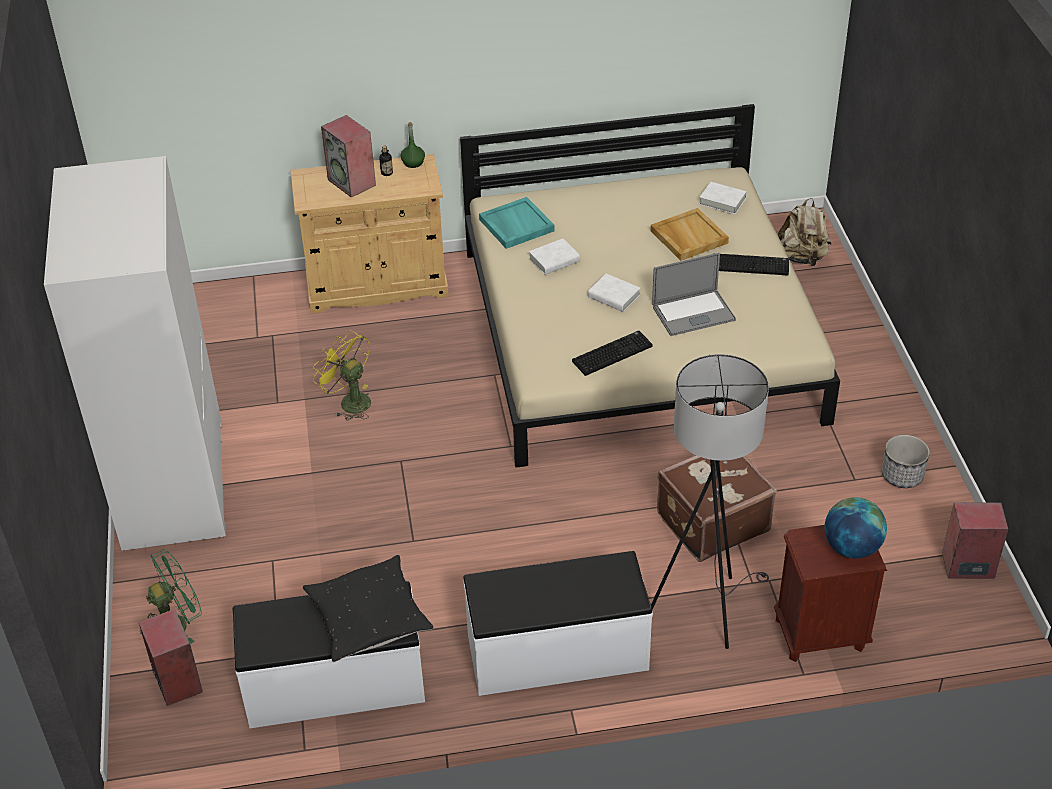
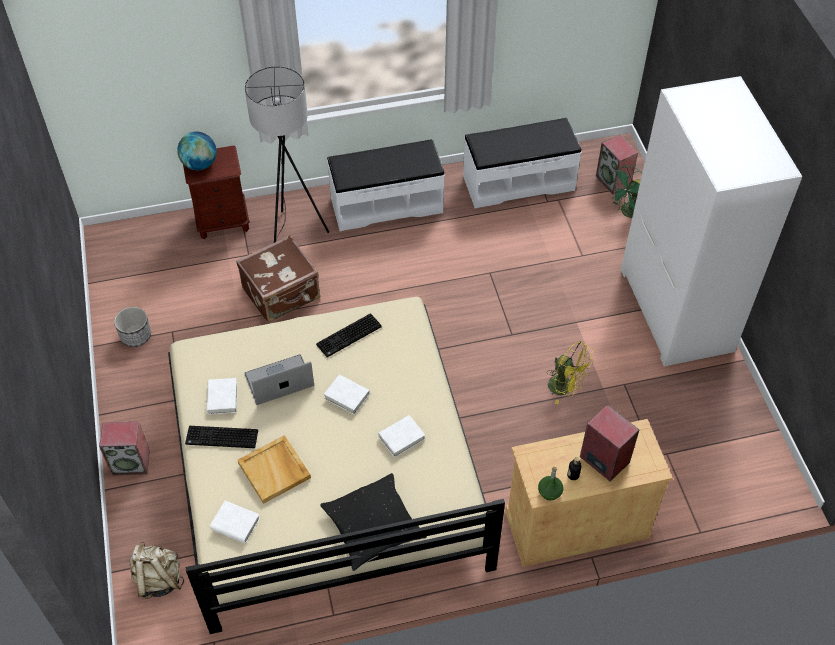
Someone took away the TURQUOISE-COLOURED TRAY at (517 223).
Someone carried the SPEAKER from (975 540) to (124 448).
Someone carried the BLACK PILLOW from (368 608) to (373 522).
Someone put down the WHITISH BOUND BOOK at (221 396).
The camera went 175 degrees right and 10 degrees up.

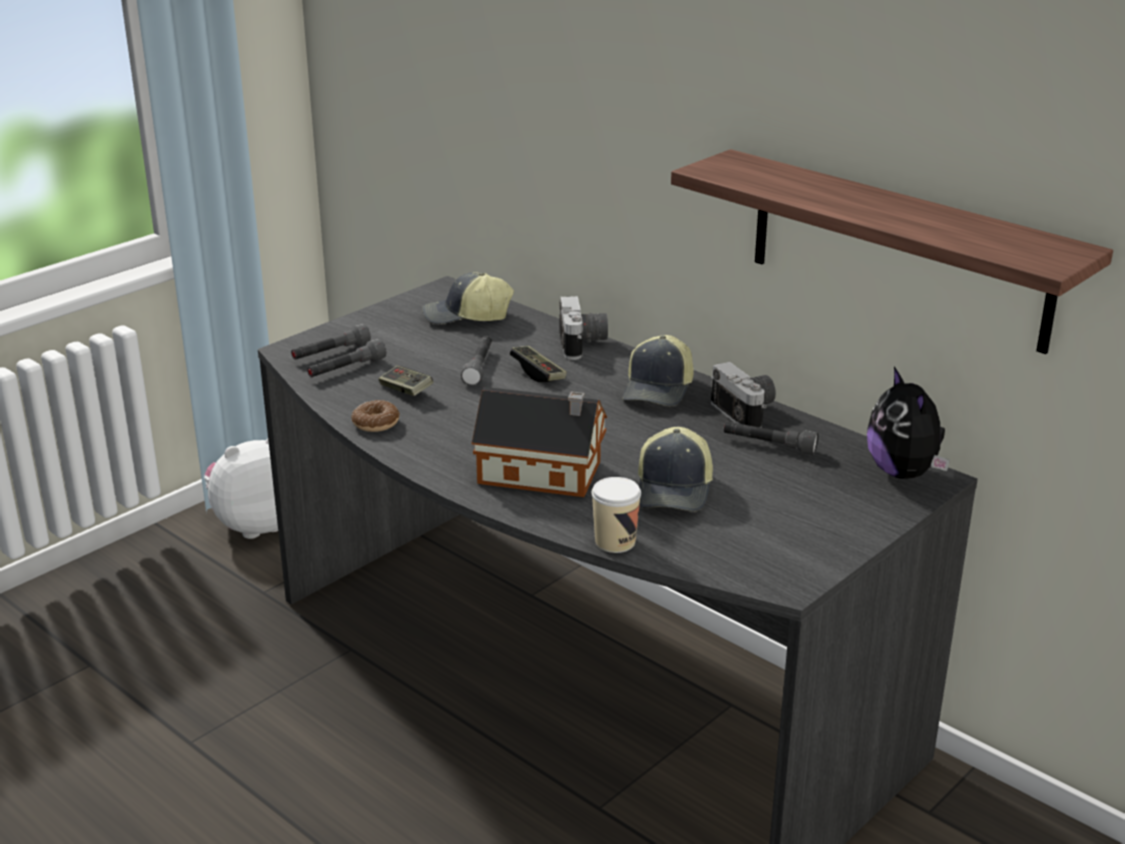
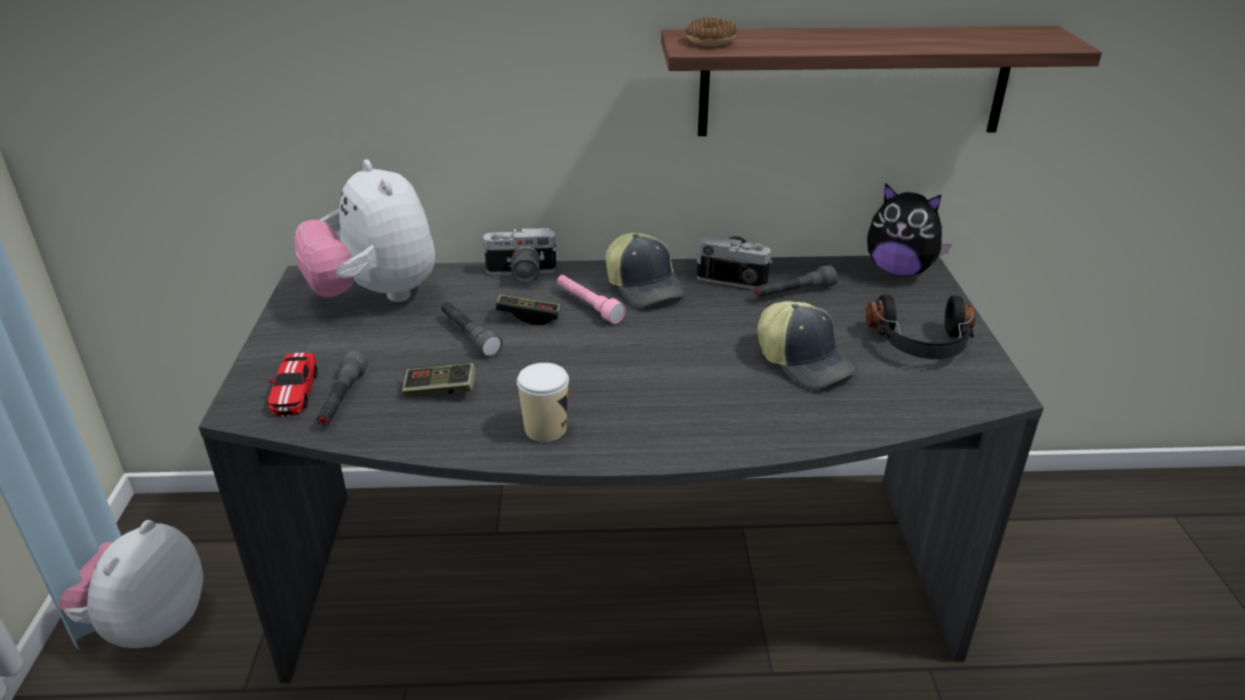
Someone swapped the BASEBALL CAP at (468 298) for the SOFT TOY at (365 230).
Someone rotated the STILL CAMERA at (583 328) by 135 degrees clockwise.
Someone swapped the GREYISH HAND TORCH at (331 342) for the MODEL CAR at (292 385).
Someone took away the MODEL HOUSE at (539 442).
Someone carried the DONUT from (375 416) to (711 32).
Someone carried the DRINKING CUP from (616 515) to (543 402).
Someone put down the PINK HAND TORCH at (591 299).
Someone put down the BLACK HEADSET at (920 327).
The camera went 45 degrees left and 5 degrees up.

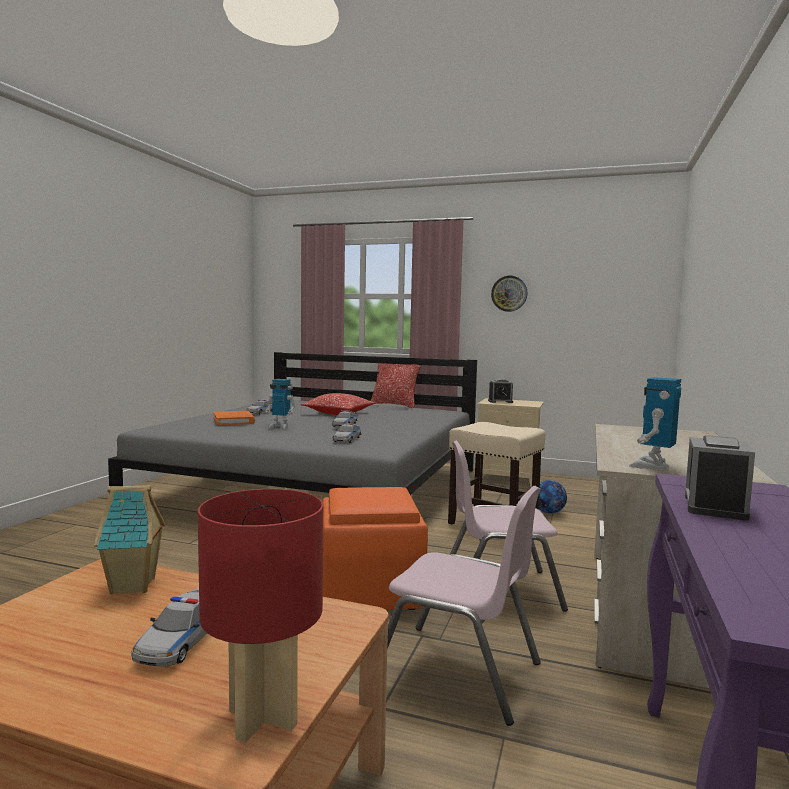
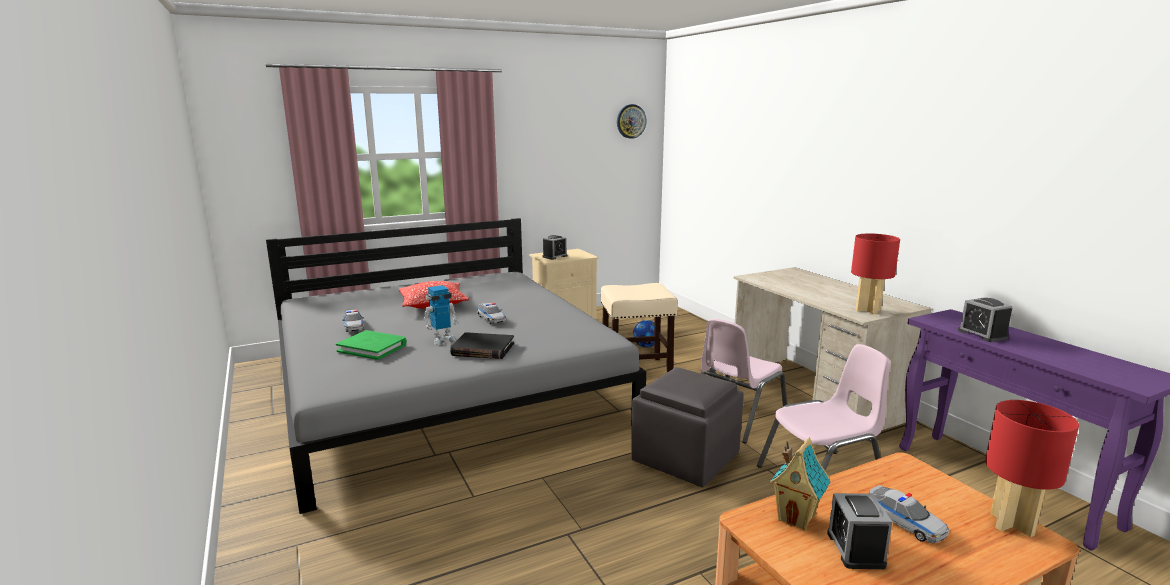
Someone carried the CLOCK ON THE WALL from (509 294) to (632 121).
Someone took away the PILLOW at (396 385).
Someone swapped the MODEL ROBOT at (655 423) for the RED-COLOURED LAMP FOR A TABLE at (875 273).
Someone repainted the ORANGE BOUND BOOK at (234 418), which became the GREENISH BOUND BOOK at (371 345).
Someone took away the MODEL CAR at (346 433).
Someone repainted the ORANGE OTTOMAN at (375 548), which became the GREYISH OTTOMAN at (688 427).
Someone put down the BLACK BOUND BOOK at (482 345).
Someone put down the BEDSIDE CLOCK at (859 531).
The camera went 45 degrees left and 10 degrees up.

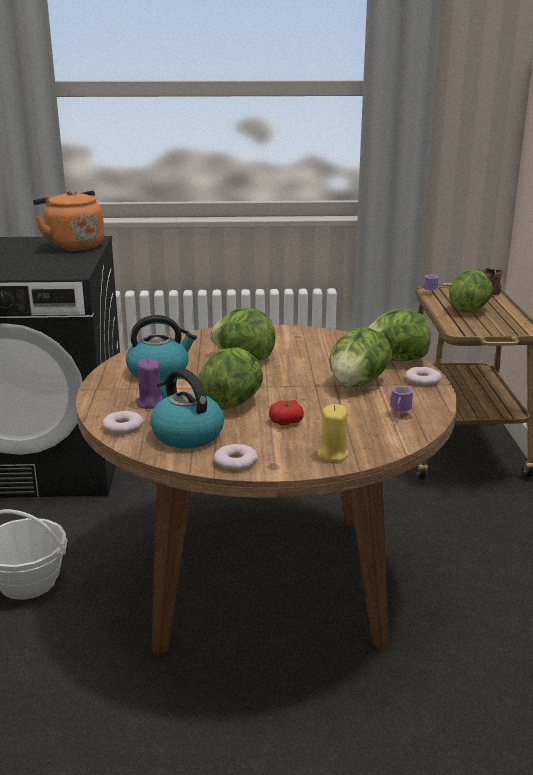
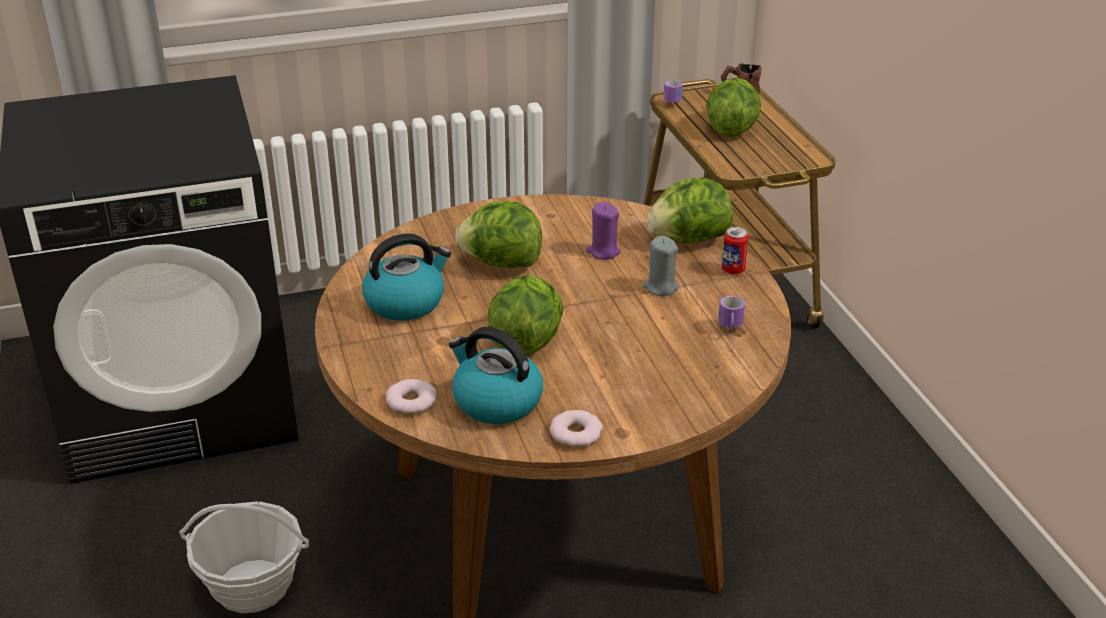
Someone took away the ORANGE TEA KETTLE at (68 220).
Someone swapped the HEAD OF LETTUCE at (361 357) for the GREYISH WAX CANDLE at (660 266).
Someone carried the PURPLISH WAX CANDLE from (149 383) to (603 231).
Someone swapped the DONUT at (423 376) for the SEALED CAN at (735 251).
Someone took away the TOMATO at (286 412).
Someone took away the YELLOW WAX CANDLE at (333 433).
The camera went 15 degrees left and 10 degrees up.

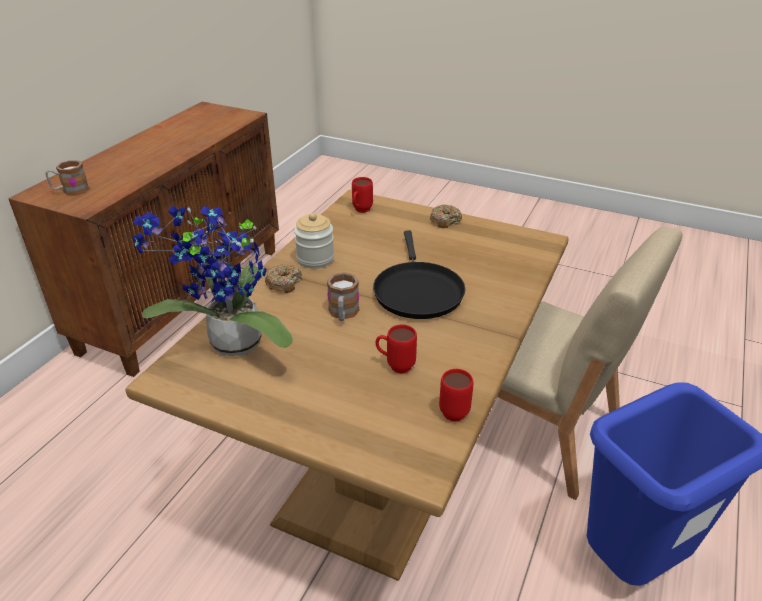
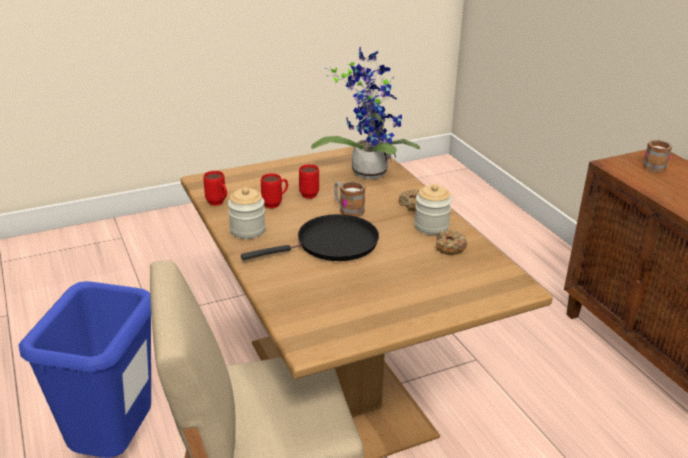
Someone carried the RED-COLOURED MUG from (362 195) to (309 181).
Someone carried the DONUT from (446 216) to (452 242).
Someone rotated the BLACK PAN at (419 275) by 120 degrees clockwise.
Someone put down the PRESERVE JAR at (247 213).
The camera went 130 degrees right and 5 degrees down.

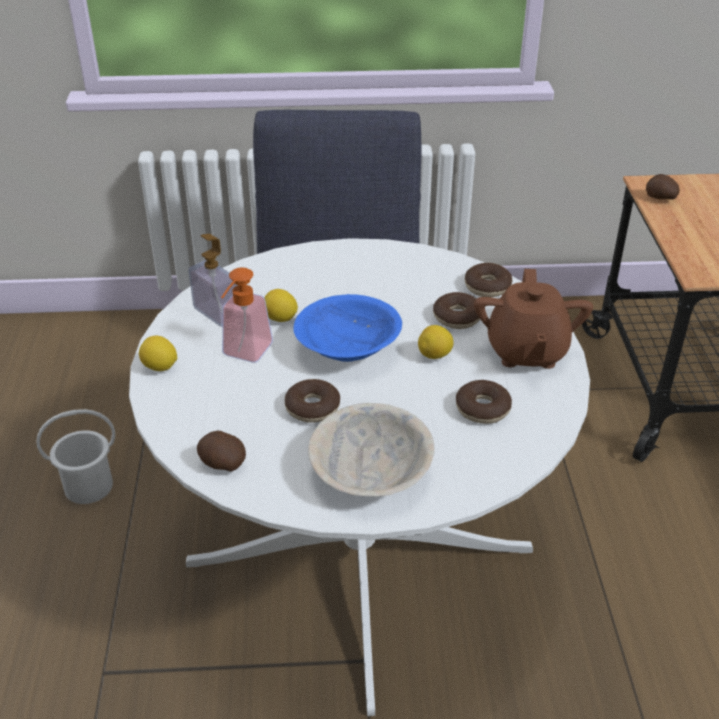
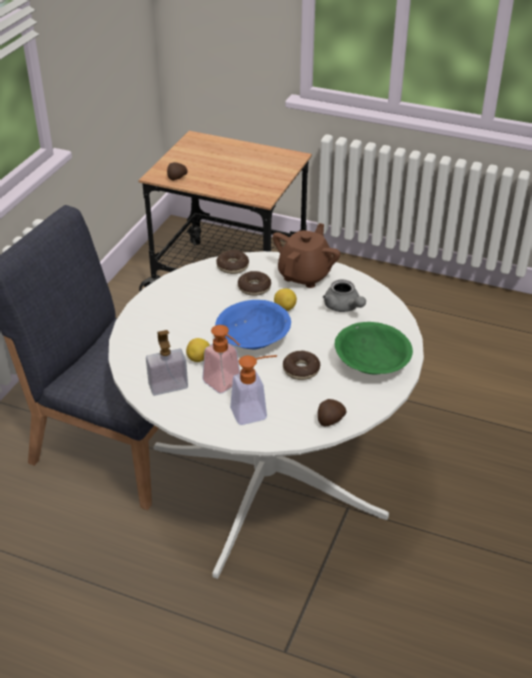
Someone rotated the BROWN TEA POT at (533 319) by 90 degrees counterclockwise.
Someone took away the CITRUS FRUIT at (158 353).
Someone swapped the DONUT at (484 402) for the GREYISH TEA POT at (344 296).
Someone repainted the BEIGE BOWL at (371 450), which became the GREENISH BOWL at (374 348).
Someone took away the WHITISH PAIL at (75 456).
Someone put down the SOAP DISPENSER at (253 390).
The camera went 65 degrees left and 0 degrees up.

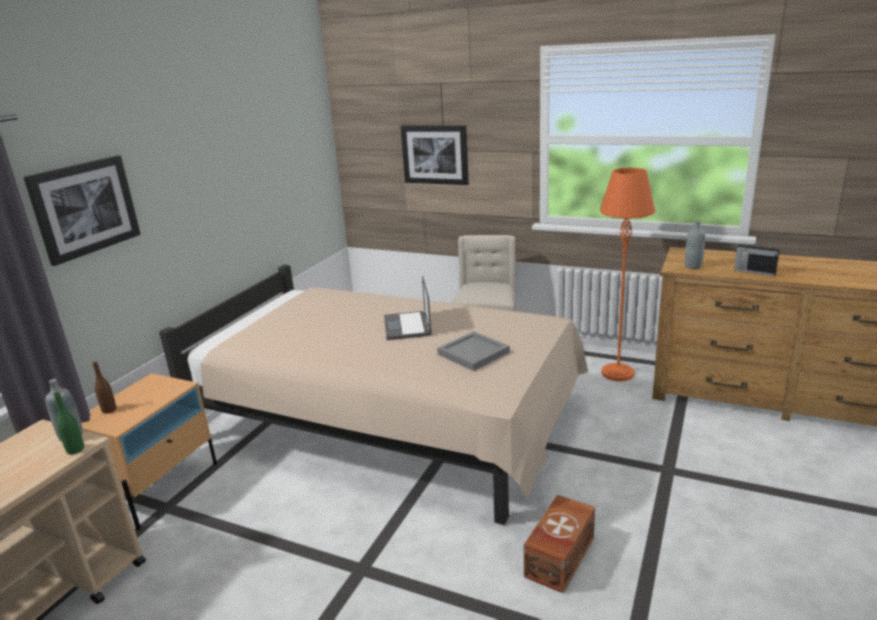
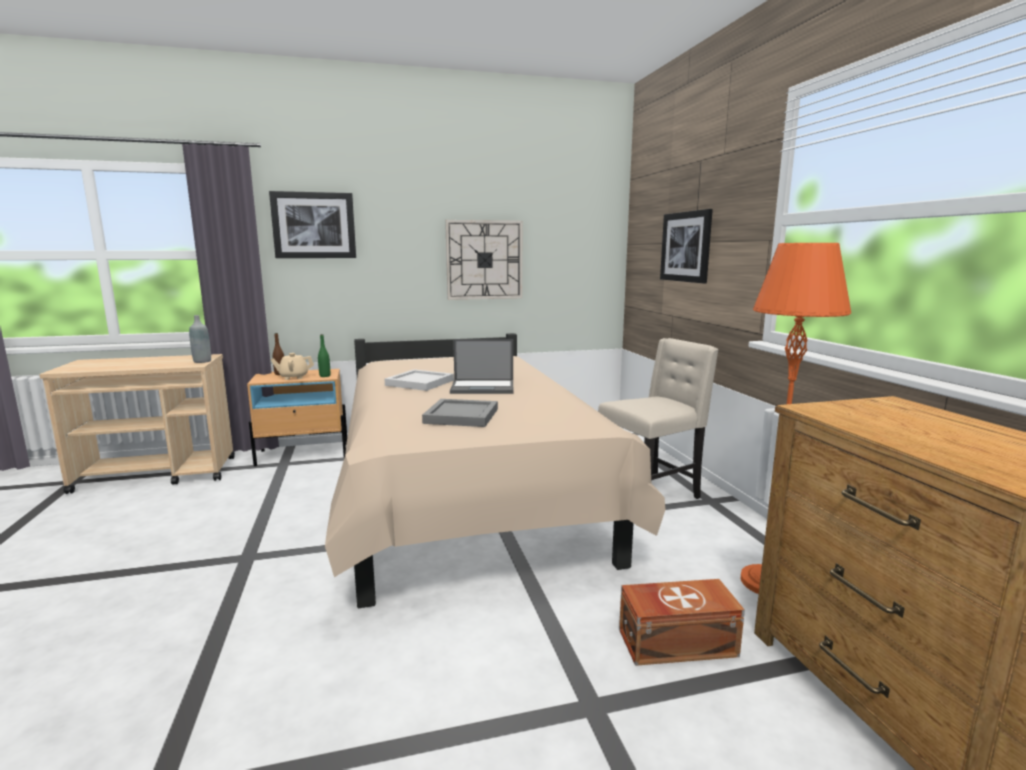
Someone took away the GREYISH BOTTLE at (695 244).
Someone took away the RADIO RECEIVER at (757 259).
Someone rotated the NOTEBOOK COMPUTER at (408 308) by 135 degrees counterclockwise.
Someone carried the GREENISH BOTTLE from (69 422) to (324 355).
Someone carried the BROWN STORAGE CONTAINER from (559 544) to (682 622).
Someone put up the CLOCK ON THE WALL at (483 260).
Someone put down the BEIGE TEA POT at (292 366).
Someone put down the WHITISH TRAY at (419 380).
The camera went 50 degrees right and 10 degrees down.

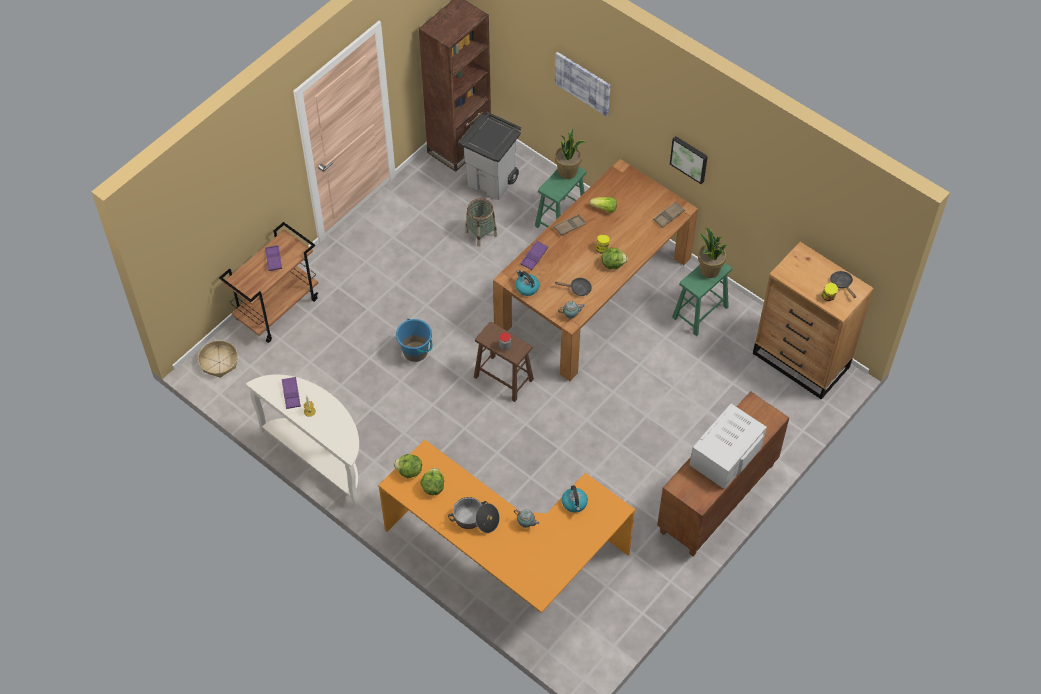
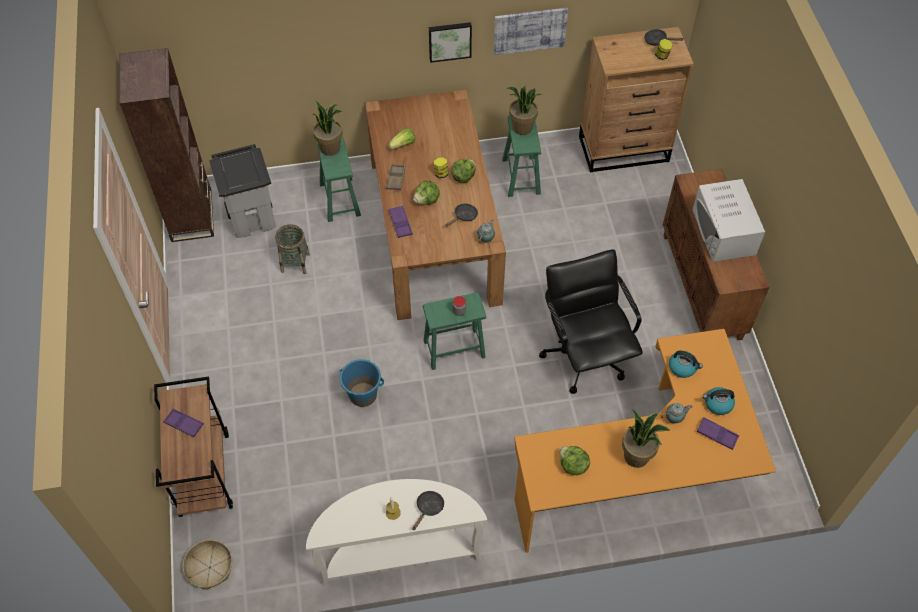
Someone carried the WALL PICTURE from (582 84) to (531 31).
Someone took away the BROWN TRAY at (669 215).
Someone carried the TEA KETTLE from (527 283) to (719 401).
Someone repainted the BROWN STOOL SEAT at (504 362), which became the GREENISH STOOL SEAT at (454 331).
Someone carried the PURPLISH TRAY from (291 393) to (718 433).
Someone carried the HEAD OF LETTUCE from (408 466) to (426 193).
Someone swapped the COOKING POT at (474 515) for the POTTED PLANT at (646 438).
Someone put down the BLACK COMPUTER CHAIR at (591 321).
Someone put down the BLACK PAN at (428 510).
The camera went 50 degrees left and 0 degrees up.

